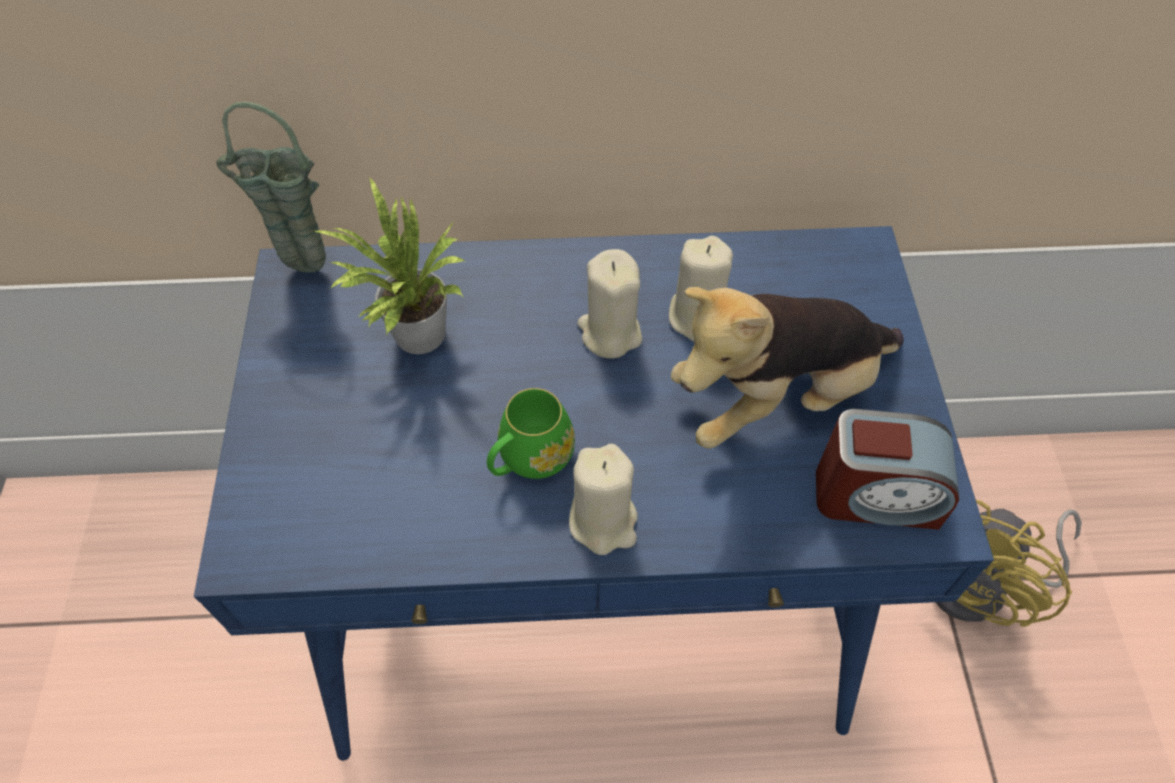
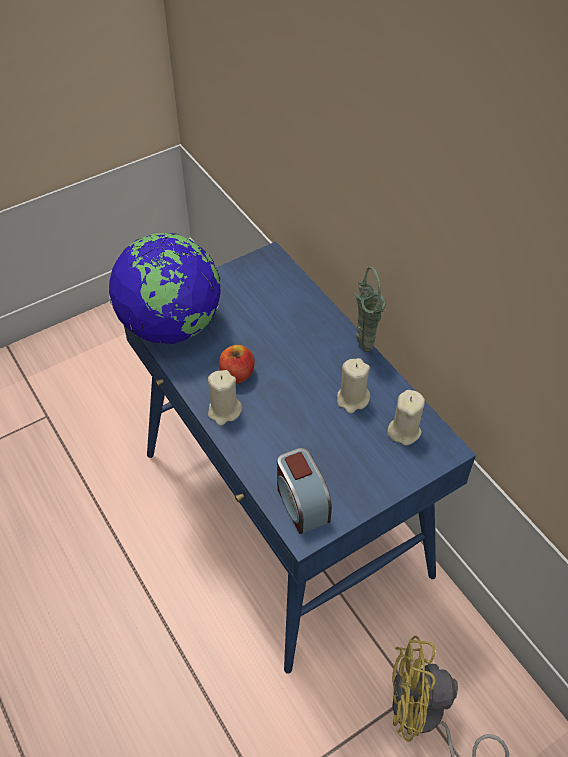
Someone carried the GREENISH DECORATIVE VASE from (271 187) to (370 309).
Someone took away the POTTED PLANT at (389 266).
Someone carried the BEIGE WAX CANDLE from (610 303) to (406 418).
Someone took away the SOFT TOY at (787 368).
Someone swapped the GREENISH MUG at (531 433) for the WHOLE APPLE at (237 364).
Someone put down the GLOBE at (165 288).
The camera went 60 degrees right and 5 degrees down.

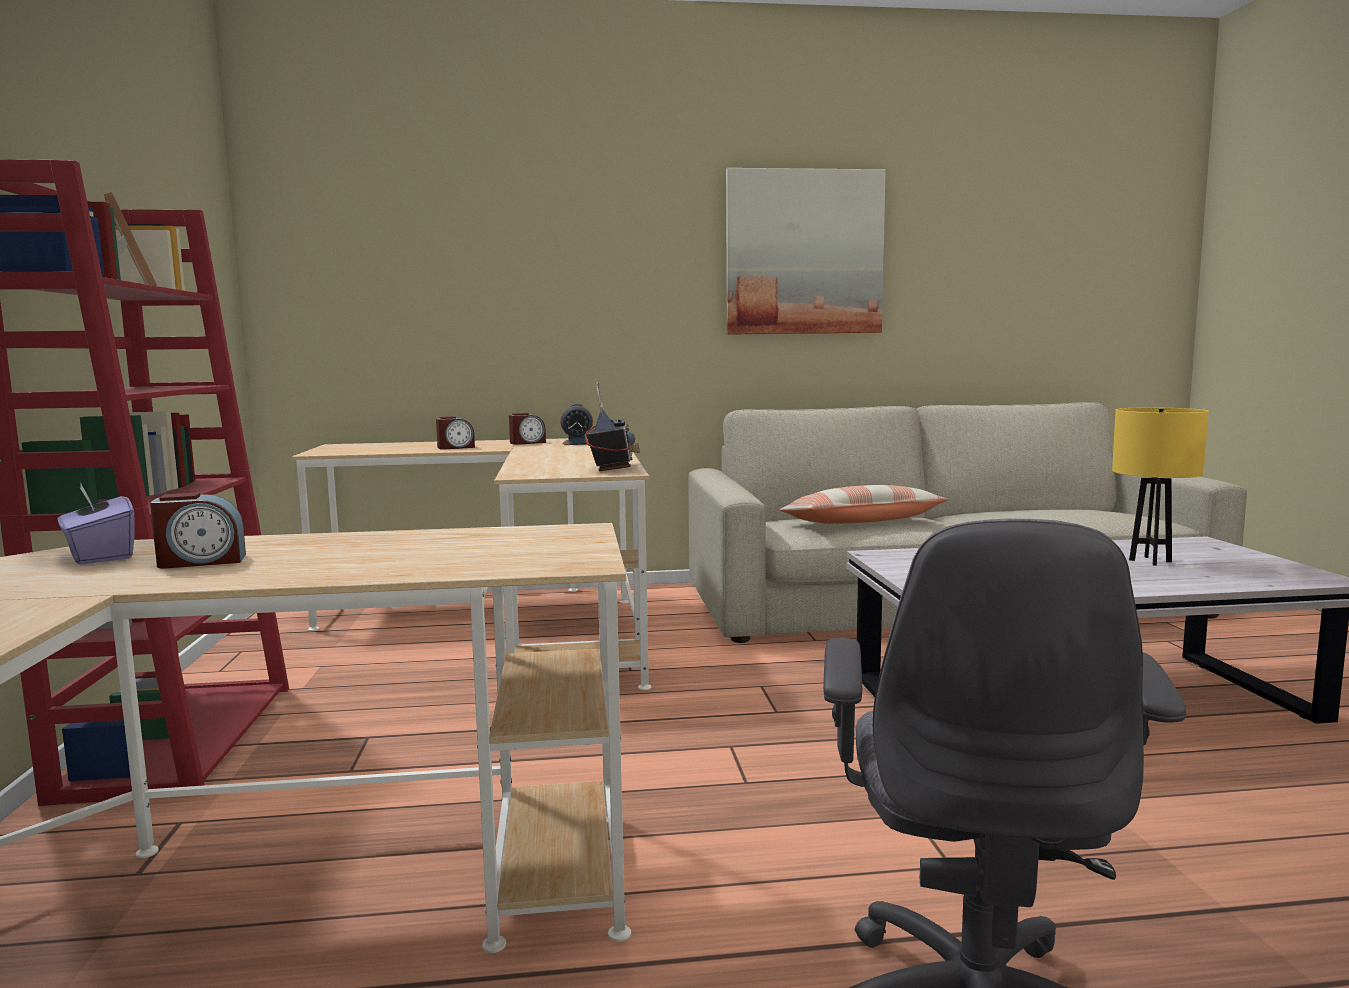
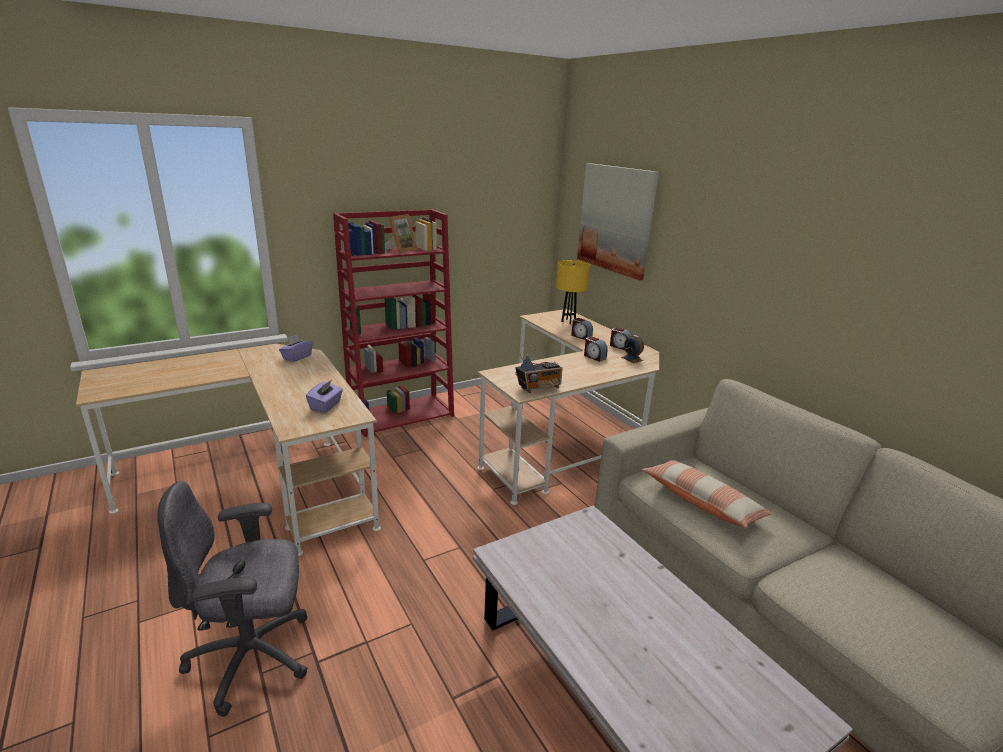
Someone carried the WALL PICTURE from (806 251) to (618 221).
Someone carried the YELLOW LAMP FOR A TABLE from (1160 486) to (573 292).
Someone carried the BEDSIDE CLOCK from (198 530) to (596 349).
Someone put down the PURPLISH BOX OF TISSUES at (324 397).
The camera went 65 degrees right and 15 degrees up.

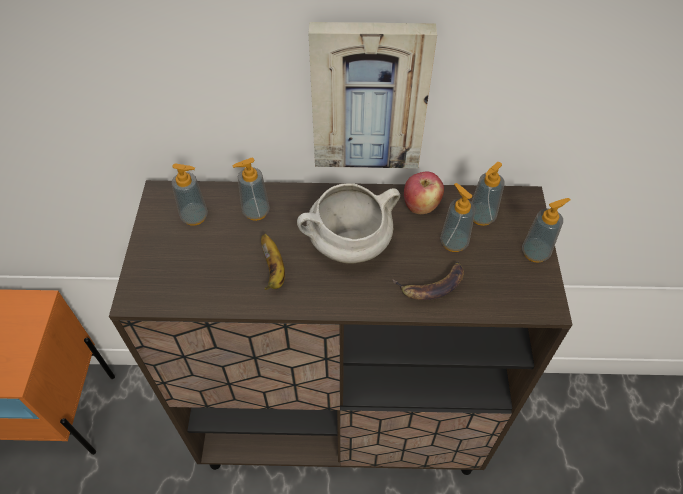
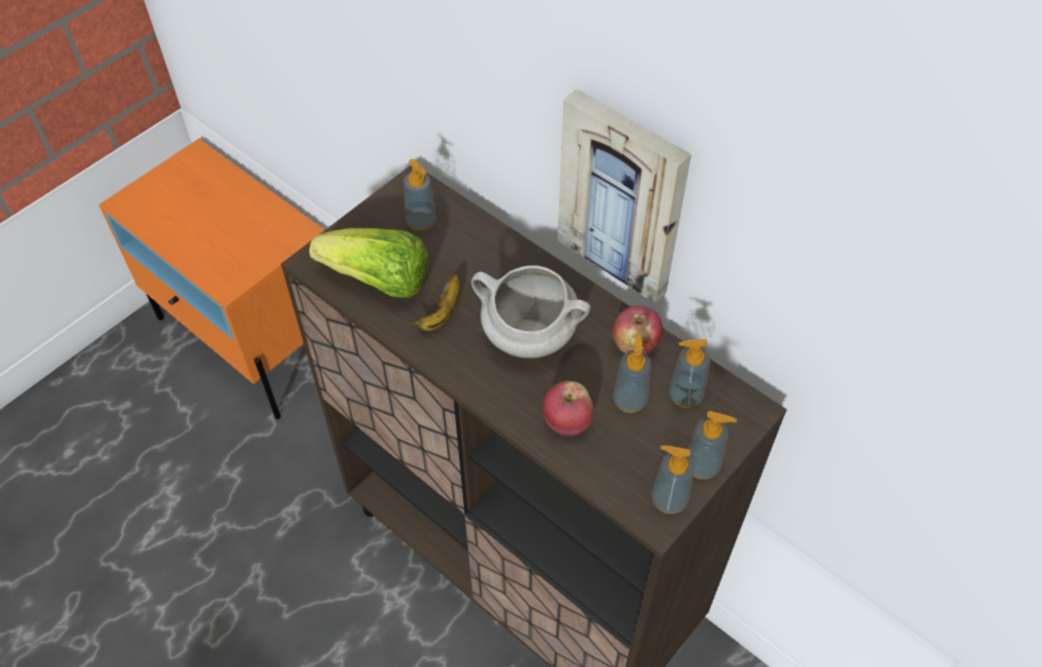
Someone carried the SOAP DISPENSER from (251 189) to (673 479).
Someone swapped the WHOLE BANANA at (428 281) for the WHOLE APPLE at (568 408).
Someone put down the HEAD OF LETTUCE at (369 263).
The camera went 40 degrees right and 0 degrees up.

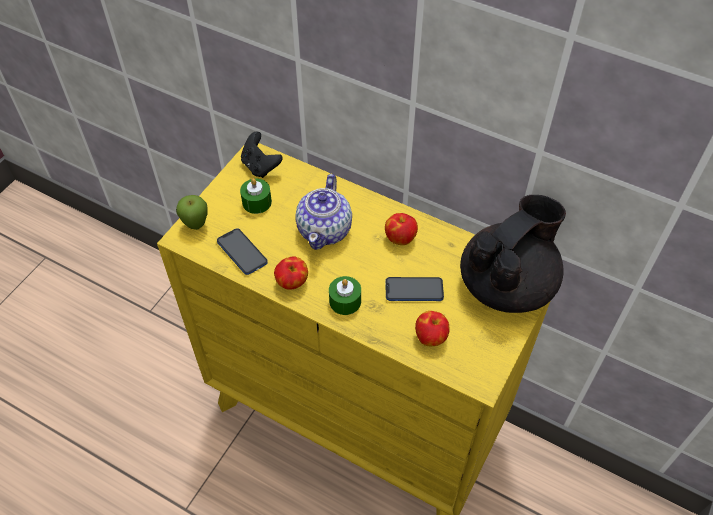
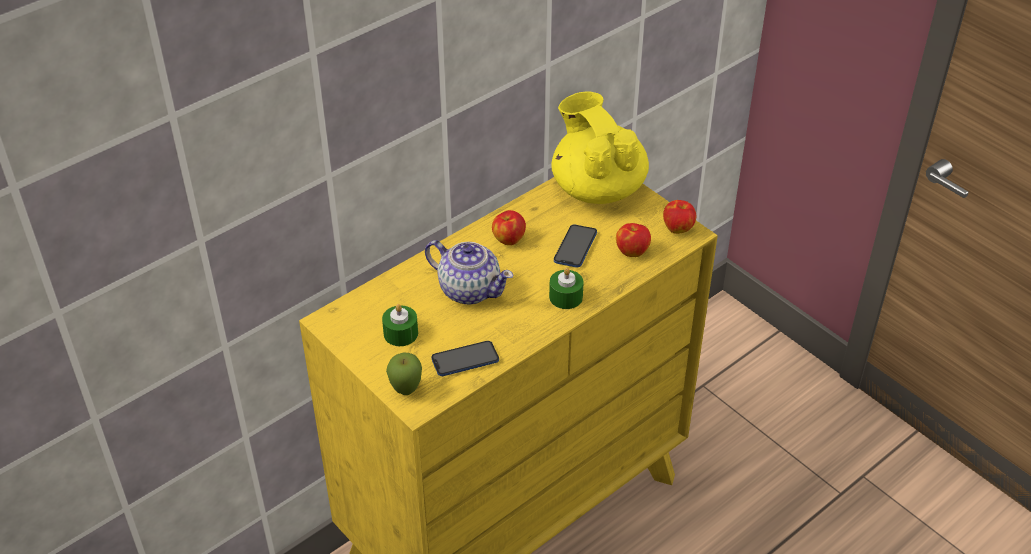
Someone took away the BLACK GAMEPAD at (262 154).
Someone repainted the BLACK TEA POT at (513 254), which became the YELLOW TEA POT at (600 147).
Someone carried the WHOLE APPLE from (291 273) to (679 217).
The camera went 70 degrees left and 10 degrees down.

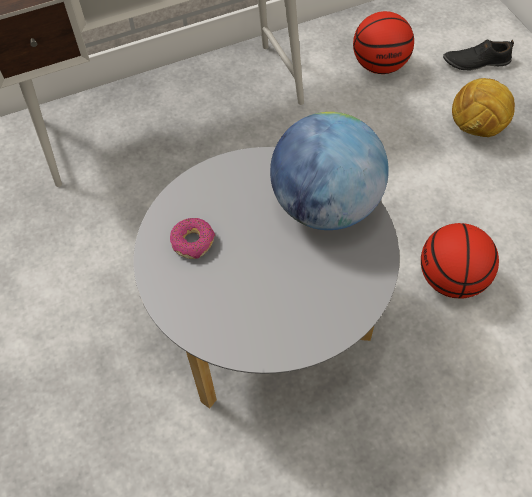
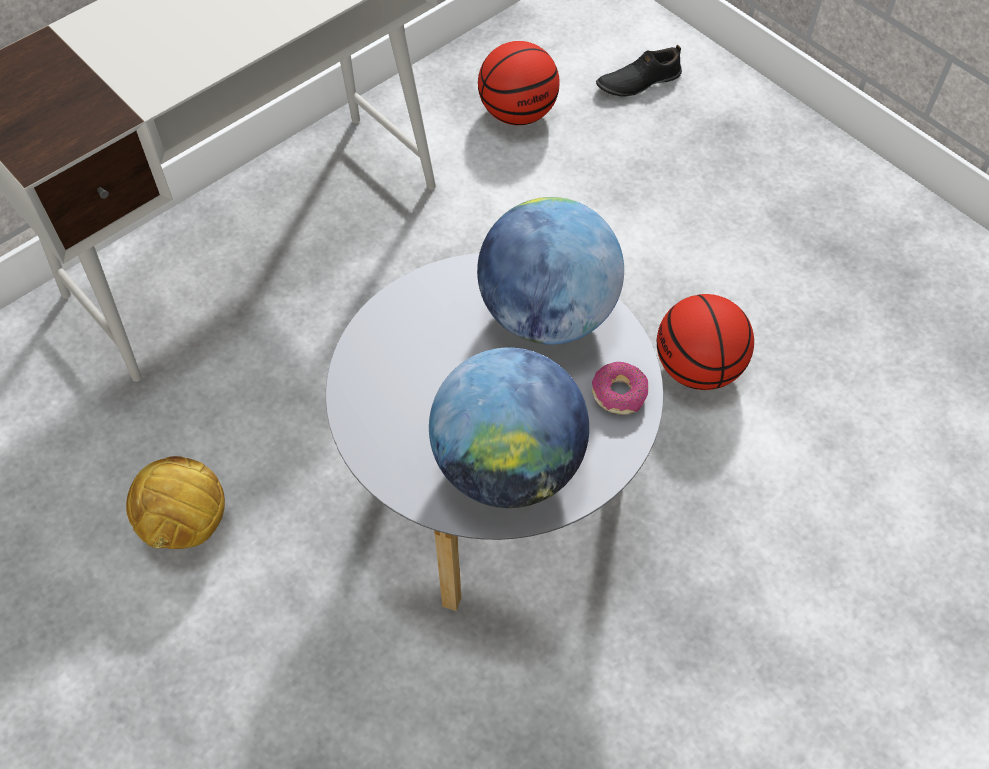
Someone carried the FOOTBALL from (483 107) to (175 502).
Someone carried the DONUT from (192 238) to (620 388).
Someone put down the GLOBE at (509 427).
The camera went 20 degrees left and 0 degrees up.

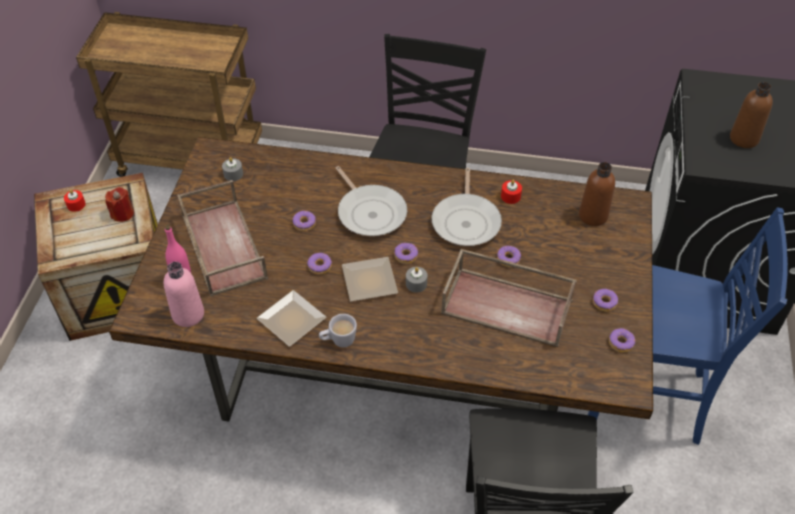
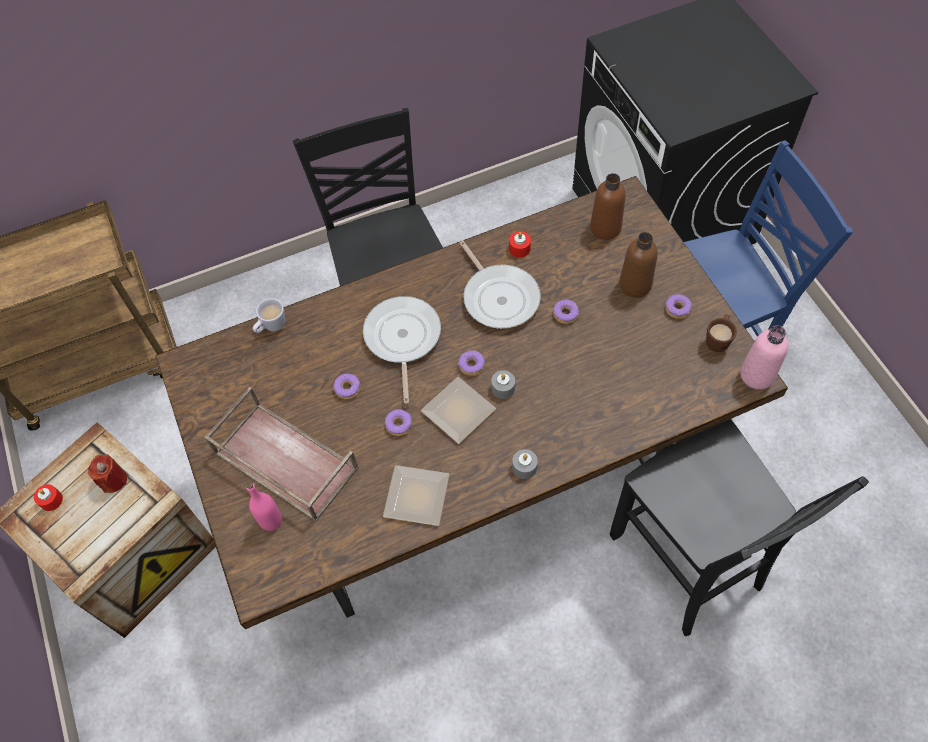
Someone carried the BROWN BOTTLE from (751 115) to (638 265).
Someone carried the GREYISH WAX CANDLE from (232 169) to (525 464).
Someone rotated the PAN at (371 201) by 120 degrees counterclockwise.
Someone took away the BROWN TRAY at (509 298).
Someone carried the PINK BOTTLE from (184 294) to (764 357).
Someone carried the WHITISH MUG from (338 331) to (269 315).
Someone swapped the DONUT at (622 340) for the BROWN MUG at (721 333).
The camera went 30 degrees left and 10 degrees up.

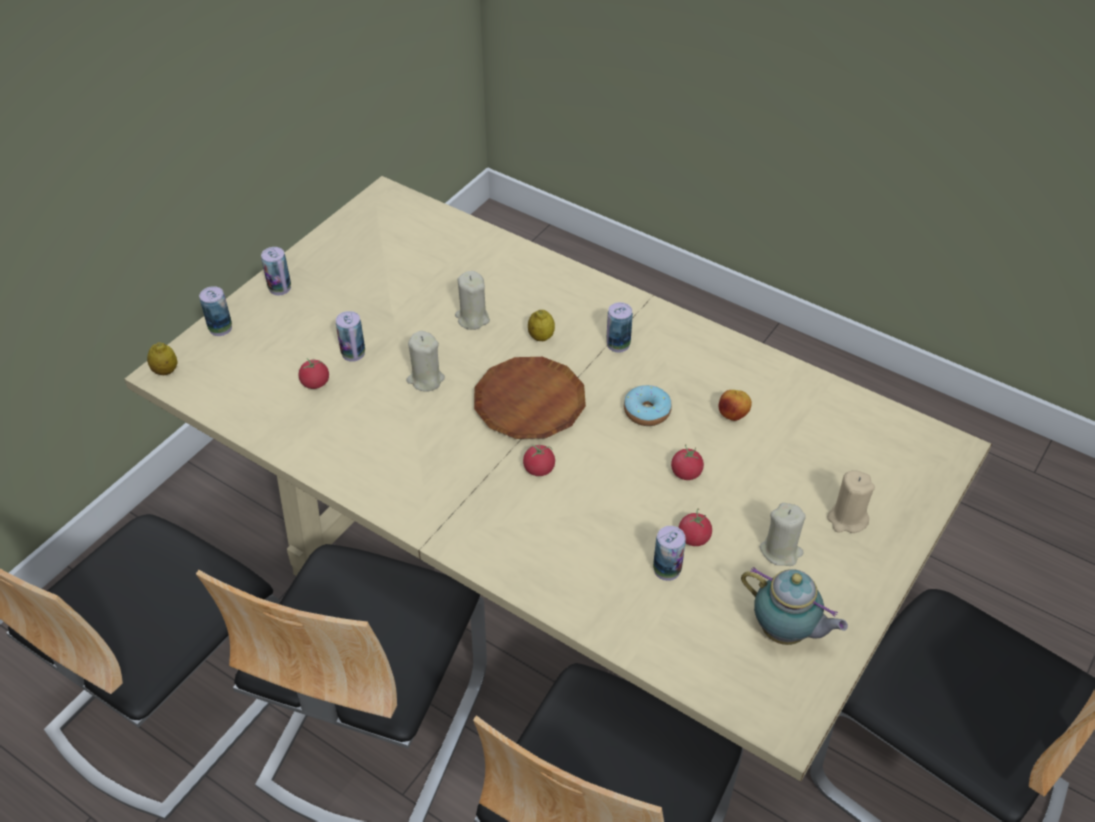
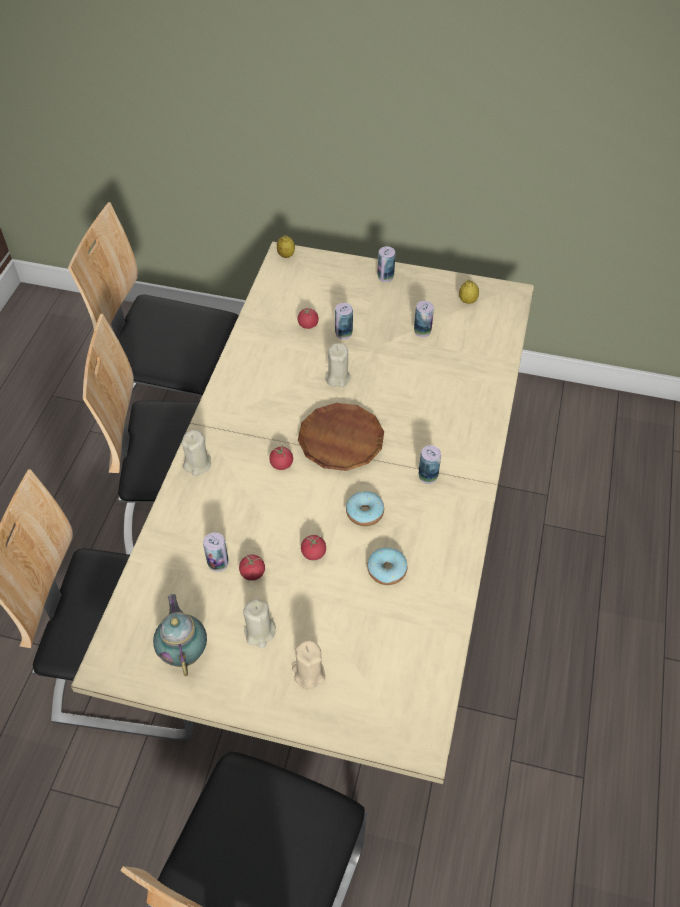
Someone carried the BEIGE WAX CANDLE from (472 300) to (196 452).
Someone carried the SEALED CAN from (215 311) to (424 319).
Someone carried the CITRUS FRUIT from (541 325) to (469 292).
Someone swapped the WHOLE APPLE at (735 405) for the DONUT at (387 566).
Someone rotated the TEA POT at (794 606) by 150 degrees clockwise.
The camera went 70 degrees right and 5 degrees up.

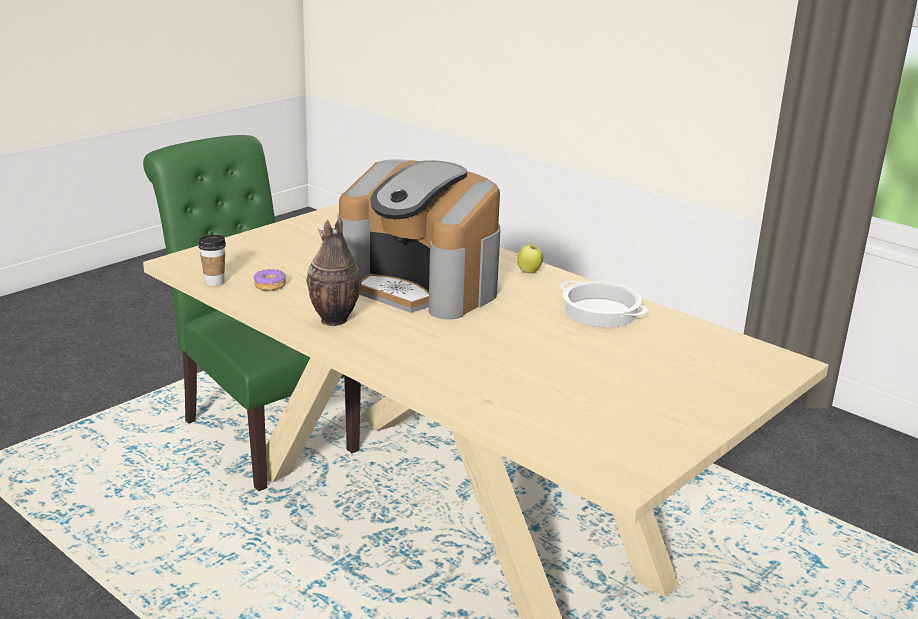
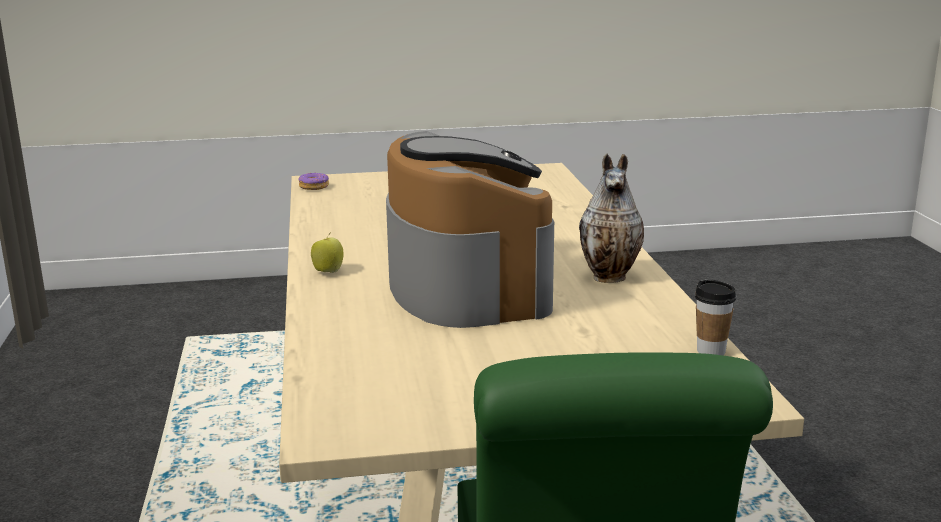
Someone carried the DONUT from (270 280) to (313 181).
Someone took away the COOKING POT at (603 303).
The camera went 140 degrees left and 5 degrees down.

